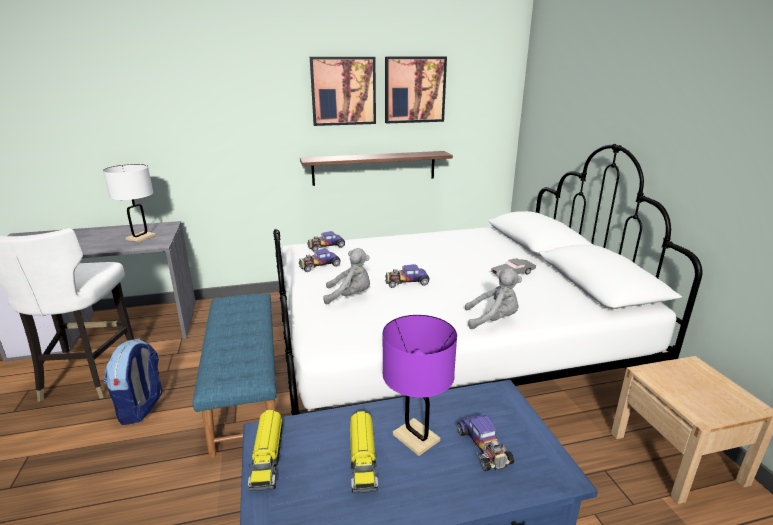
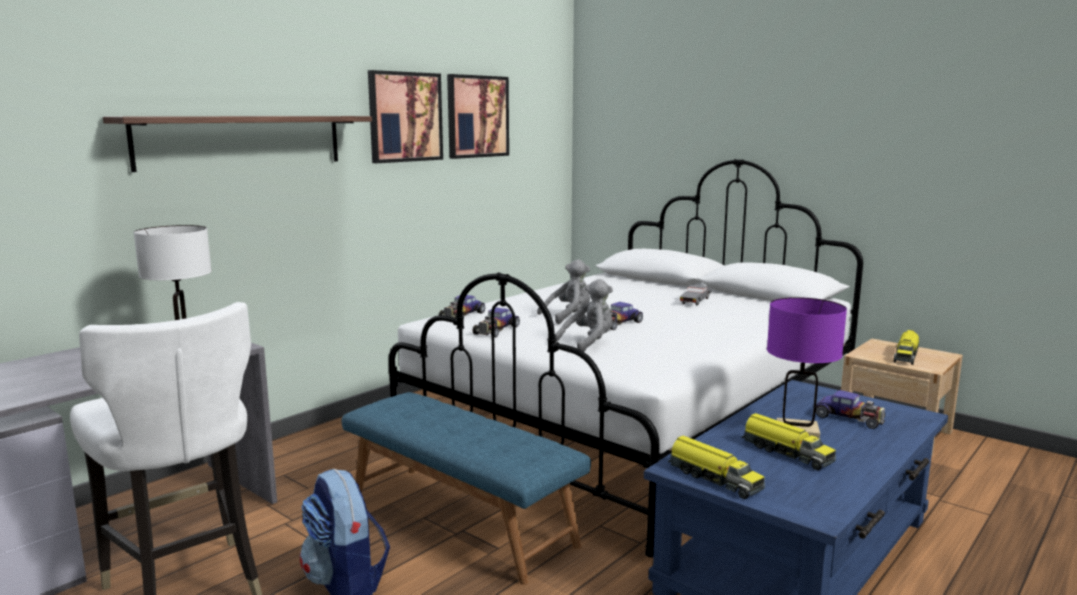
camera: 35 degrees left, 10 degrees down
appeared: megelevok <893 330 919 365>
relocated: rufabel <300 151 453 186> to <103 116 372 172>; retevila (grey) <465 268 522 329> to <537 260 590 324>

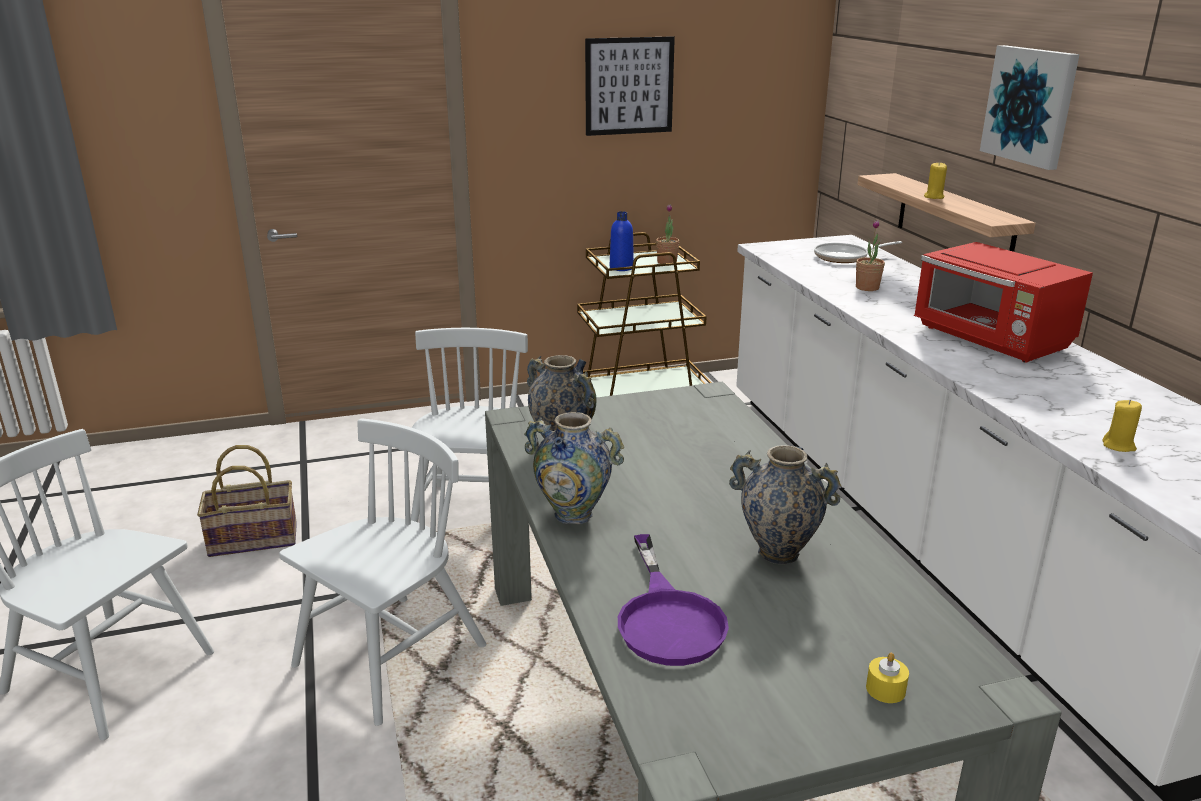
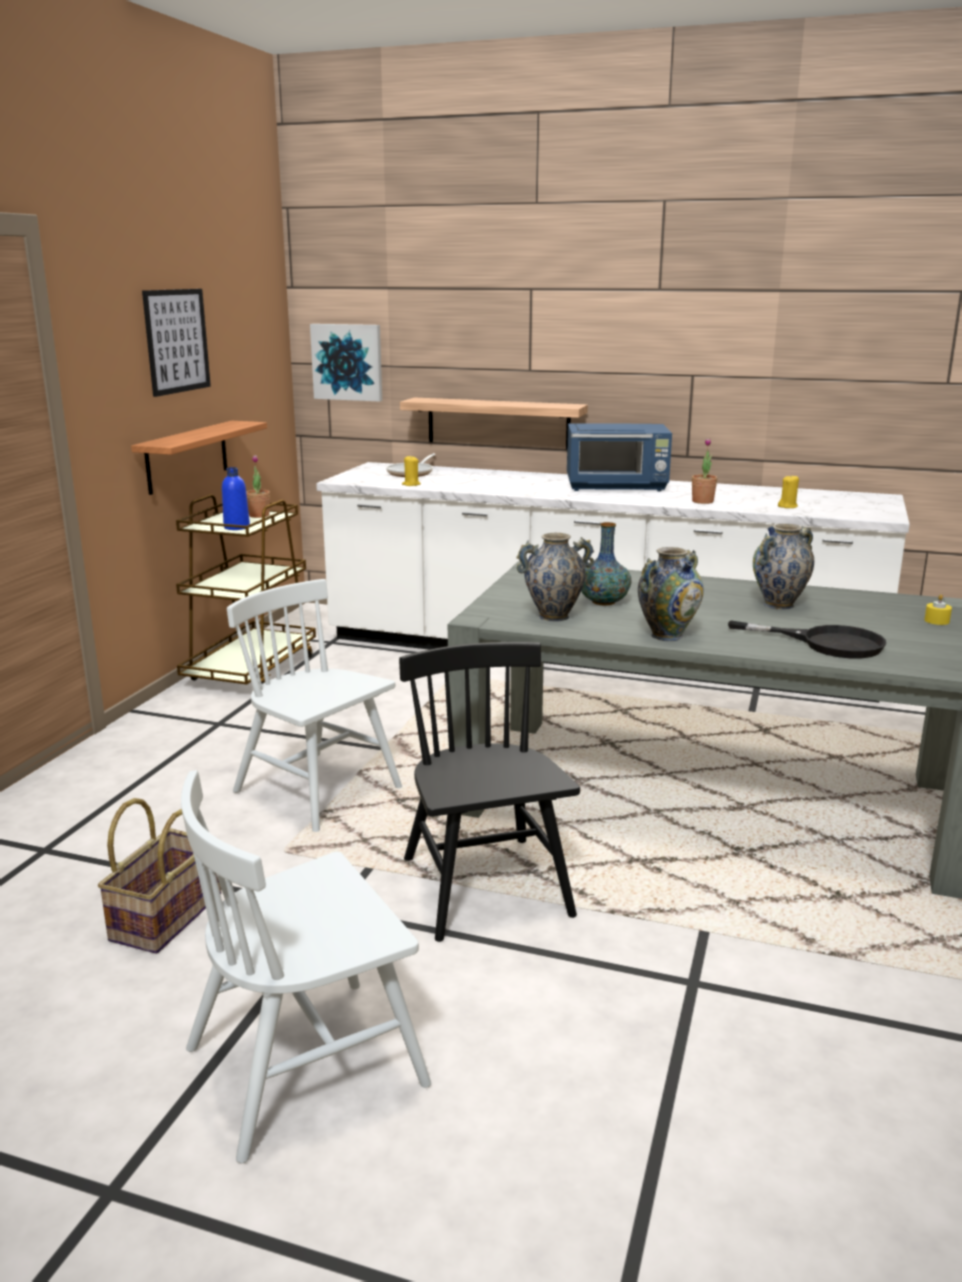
camera: 55 degrees left, 5 degrees down
appeared: rufabel <131 421 267 495>; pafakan <581 522 632 605>
relocated: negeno <980 45 1080 170> to <310 324 382 402>; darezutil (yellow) <924 162 947 199> to <402 456 421 486>; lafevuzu <856 220 885 291> to <692 438 717 504>
colour: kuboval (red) <914 242 1093 363> to kuboval (blue) <567 423 672 491>; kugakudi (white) <279 419 487 726> to kugakudi (black) <399 642 580 942>; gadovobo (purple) <618 534 729 666> to gadovobo (black) <728 620 886 658>

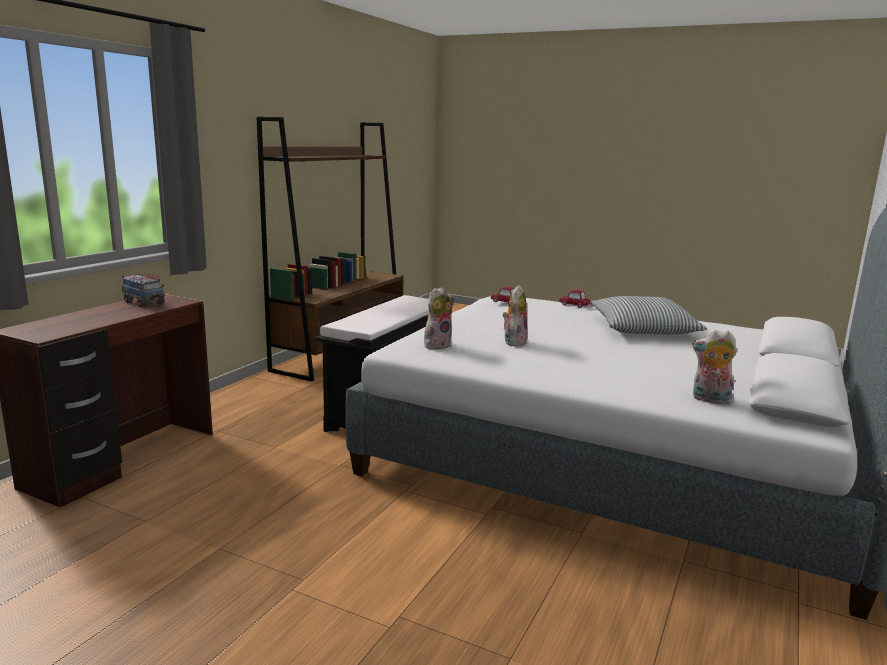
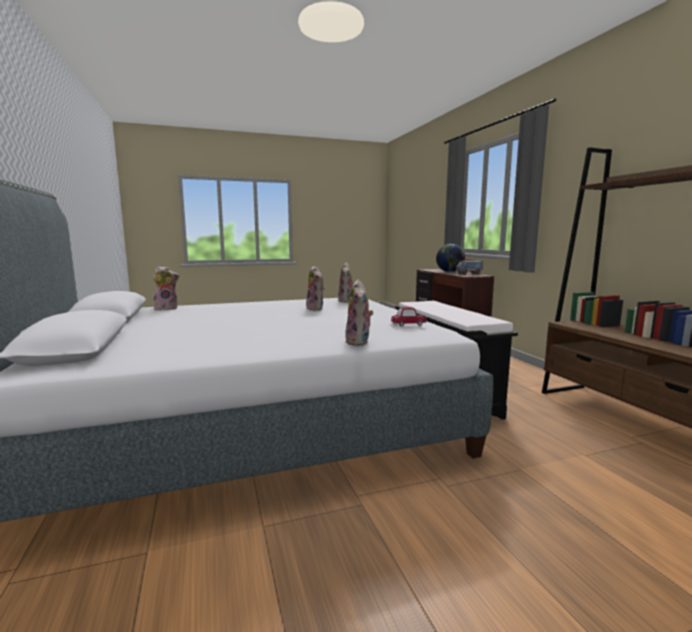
camera: 135 degrees right, 5 degrees down
missing: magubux <590 296 707 335>
appeared: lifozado <436 244 465 272>
exchanged: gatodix <559 290 591 308> to retevila <345 279 374 346>

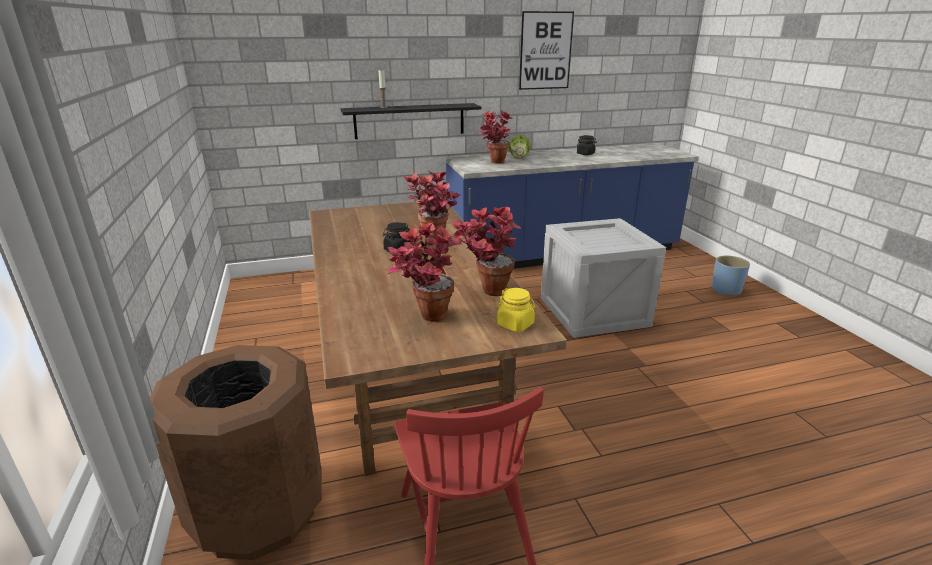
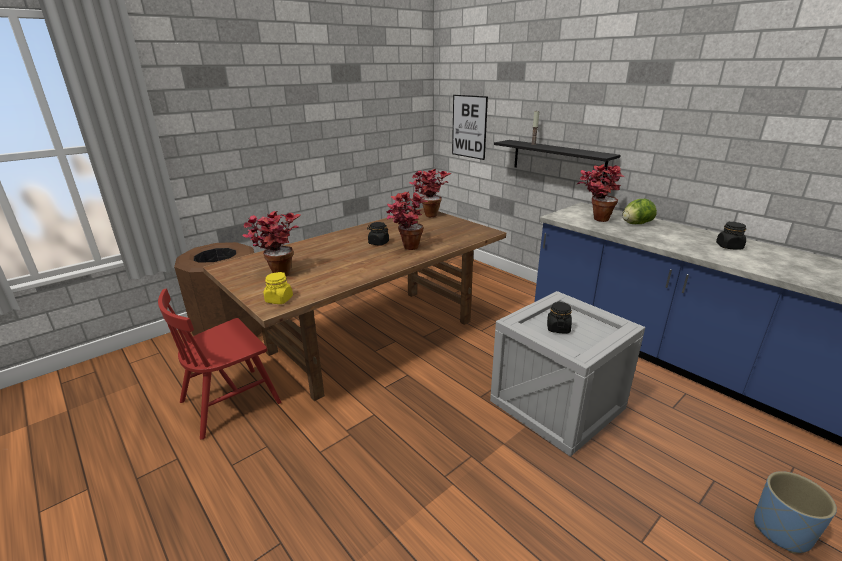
camera: 65 degrees right, 0 degrees up
appeared: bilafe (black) <547 302 572 333>
relocated: negeno <519 11 574 90> to <452 95 488 160>; lafevuzu <453 207 520 296> to <409 169 451 217>

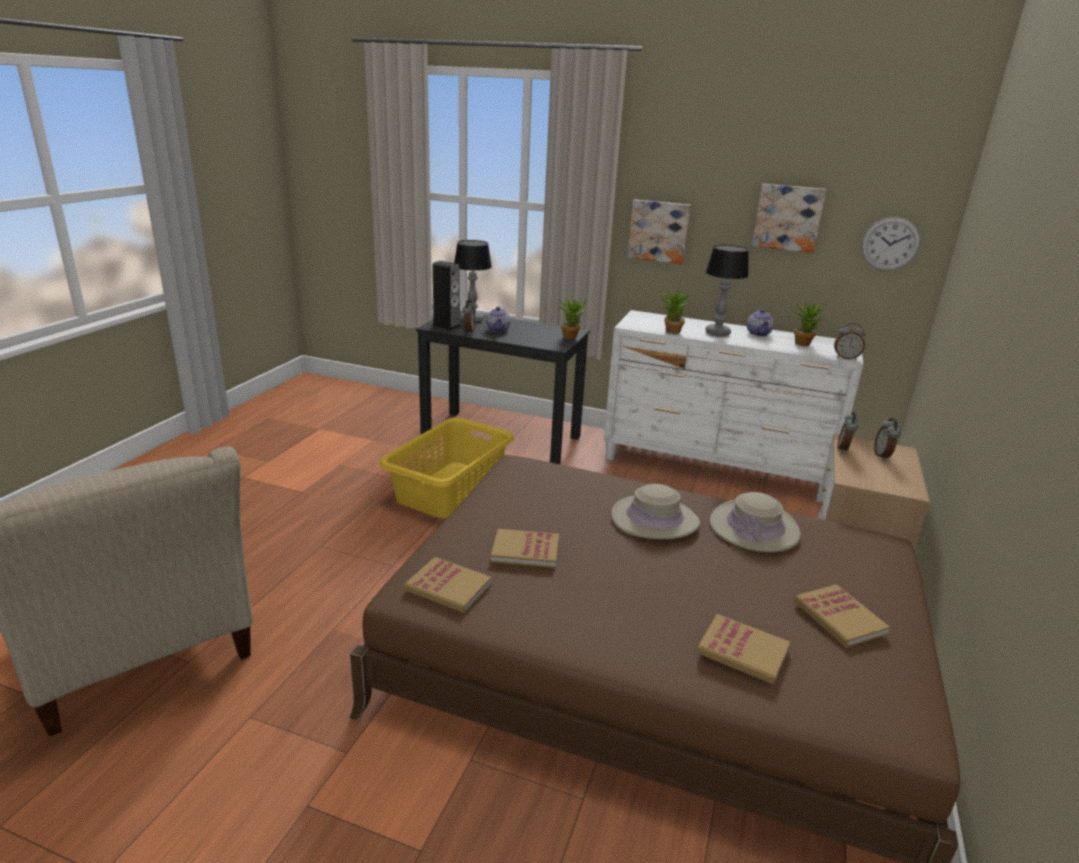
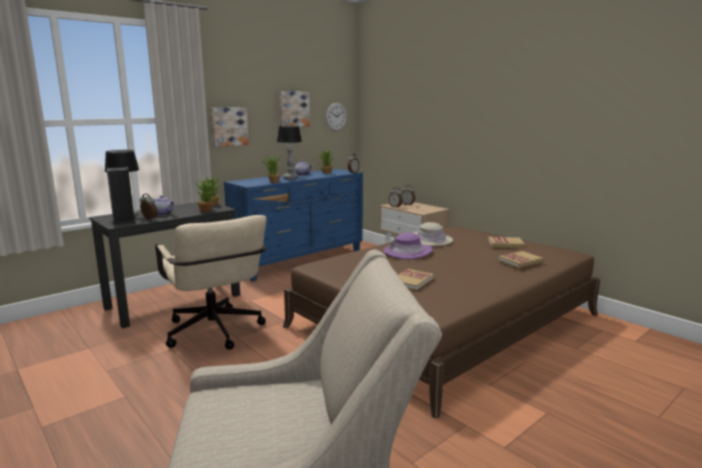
camera: 60 degrees left, 10 degrees down
missing: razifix <405 557 492 613>
appeared: lafevuzu <195 181 218 212>
exchanged: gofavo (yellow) <379 417 514 518> to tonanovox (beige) <155 215 266 350>
colour: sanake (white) <604 310 864 503> to sanake (blue) <224 169 363 281>; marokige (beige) <611 484 700 539> to marokige (purple) <383 233 433 260>

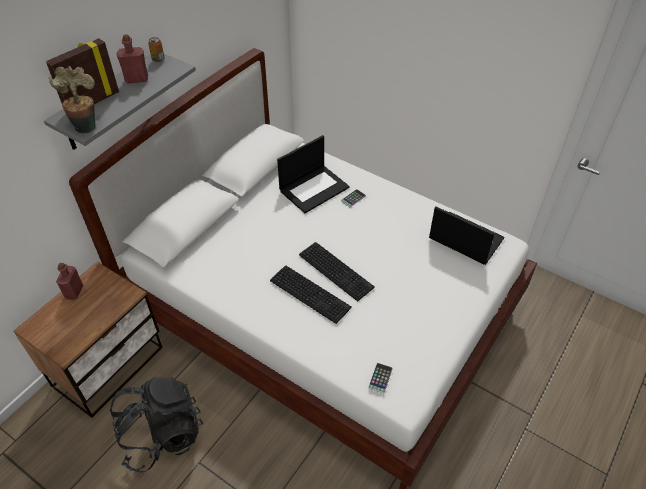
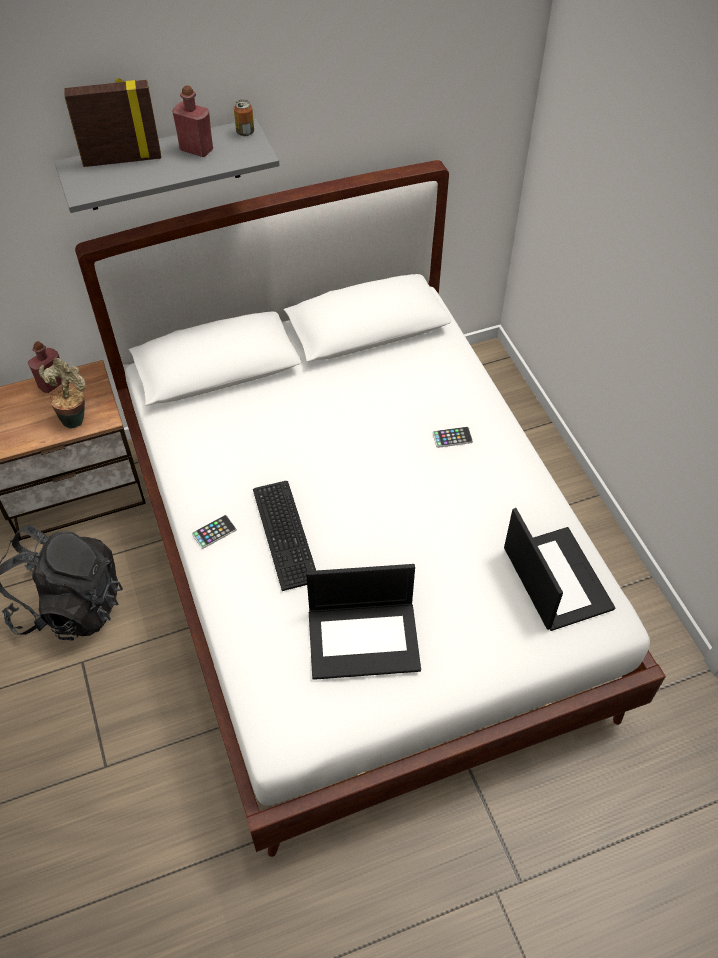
camera: 35 degrees right, 5 degrees up
missing: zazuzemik <299 242 375 302>
relocated: lafevuzu <49 66 95 134> to <39 358 86 429>; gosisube <277 135 349 213> to <306 564 421 680>; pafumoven <368 363 393 393> to <192 515 237 549>

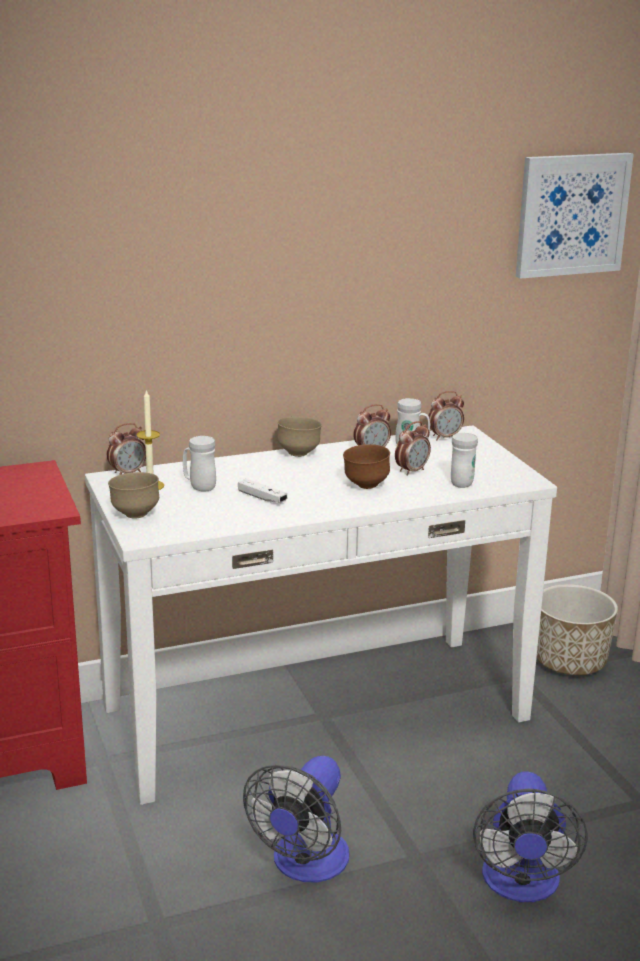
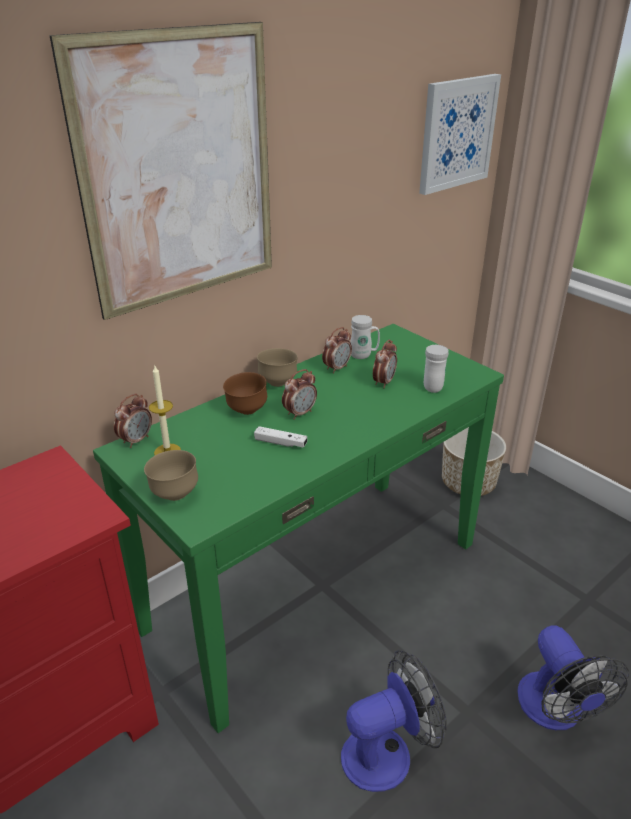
camera: 20 degrees left, 10 degrees up
missing: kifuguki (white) <183 436 216 492>
appeared: negeno <50 22 272 320>
relocated: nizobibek <427 391 464 440> to <282 369 317 420>; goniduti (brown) <343 444 390 489> to <223 372 267 415>
colour: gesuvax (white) <85 425 557 805> to gesuvax (green) <93 324 504 733>
spun: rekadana <243 756 349 882> = <341 650 447 792> 120 degrees counterclockwise

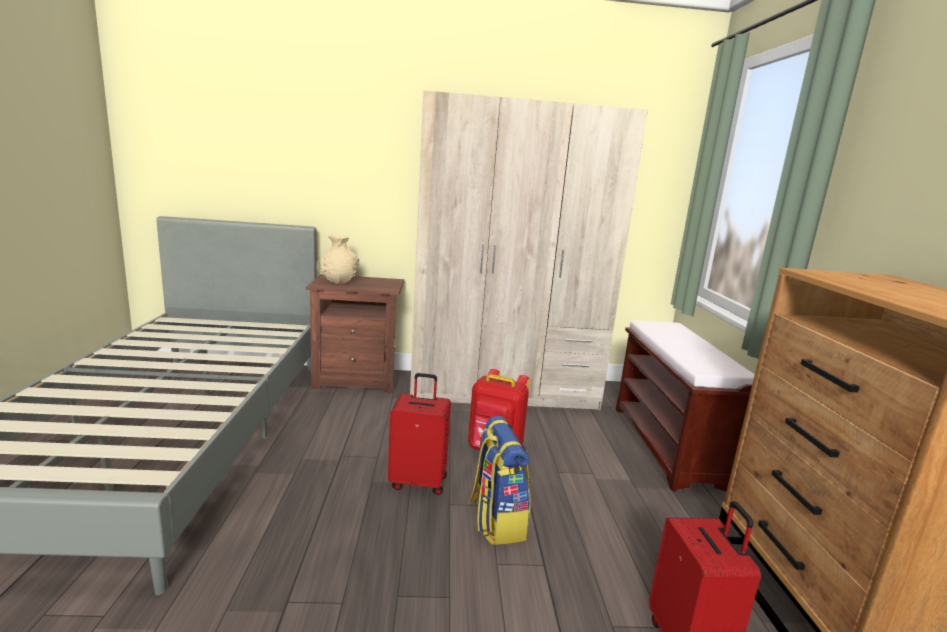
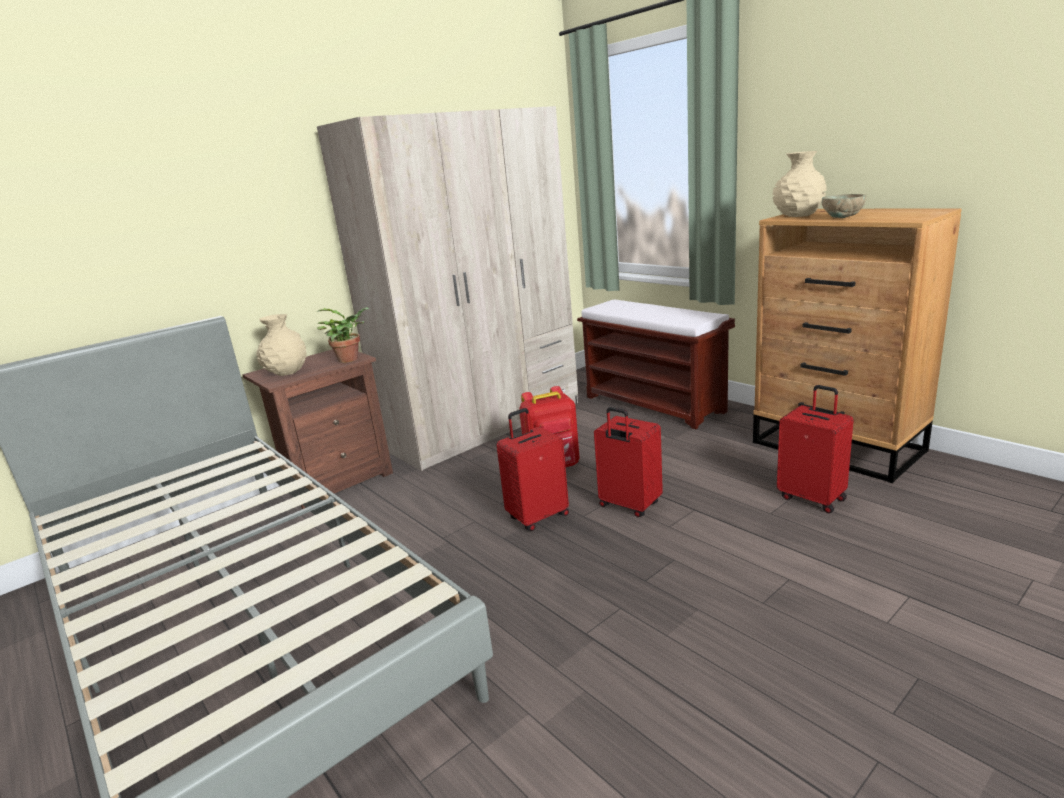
camera: 35 degrees left, 5 degrees up
appeared: pafakan (beige) <772 151 827 217>; goniduti (beige) <822 194 866 218>; lafevuzu <317 307 369 363>
exchanged: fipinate <468 416 531 545> to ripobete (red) <594 407 663 517>

